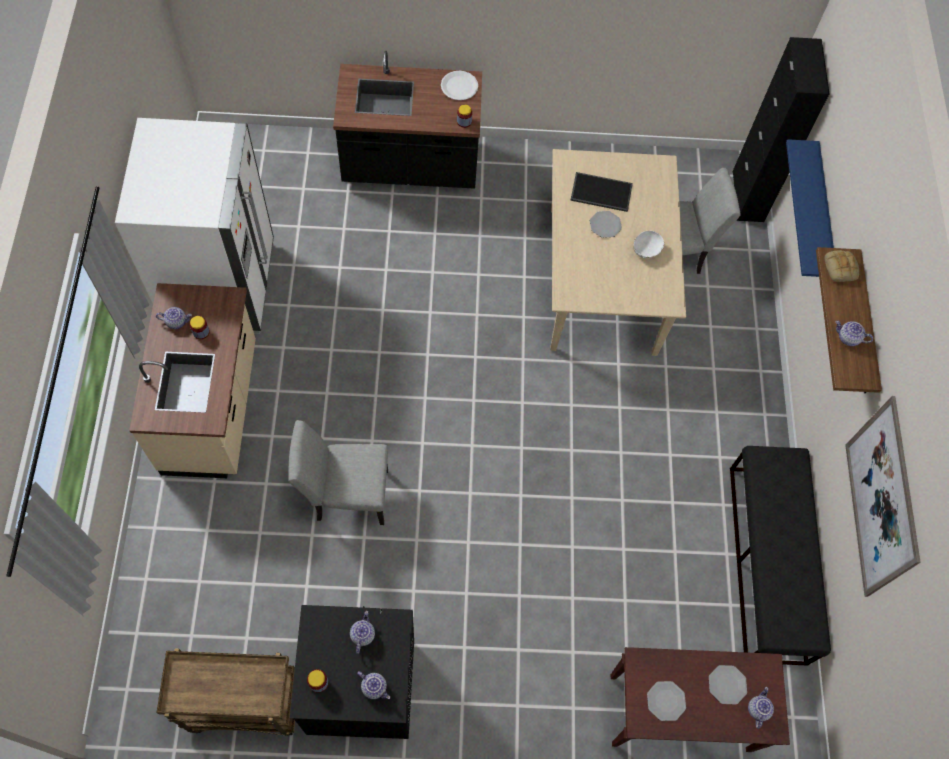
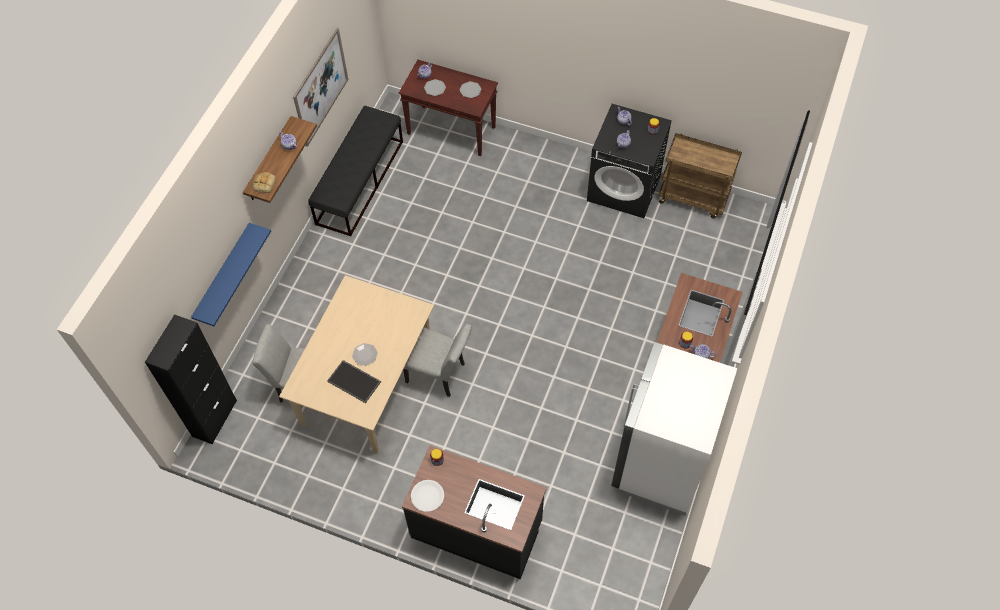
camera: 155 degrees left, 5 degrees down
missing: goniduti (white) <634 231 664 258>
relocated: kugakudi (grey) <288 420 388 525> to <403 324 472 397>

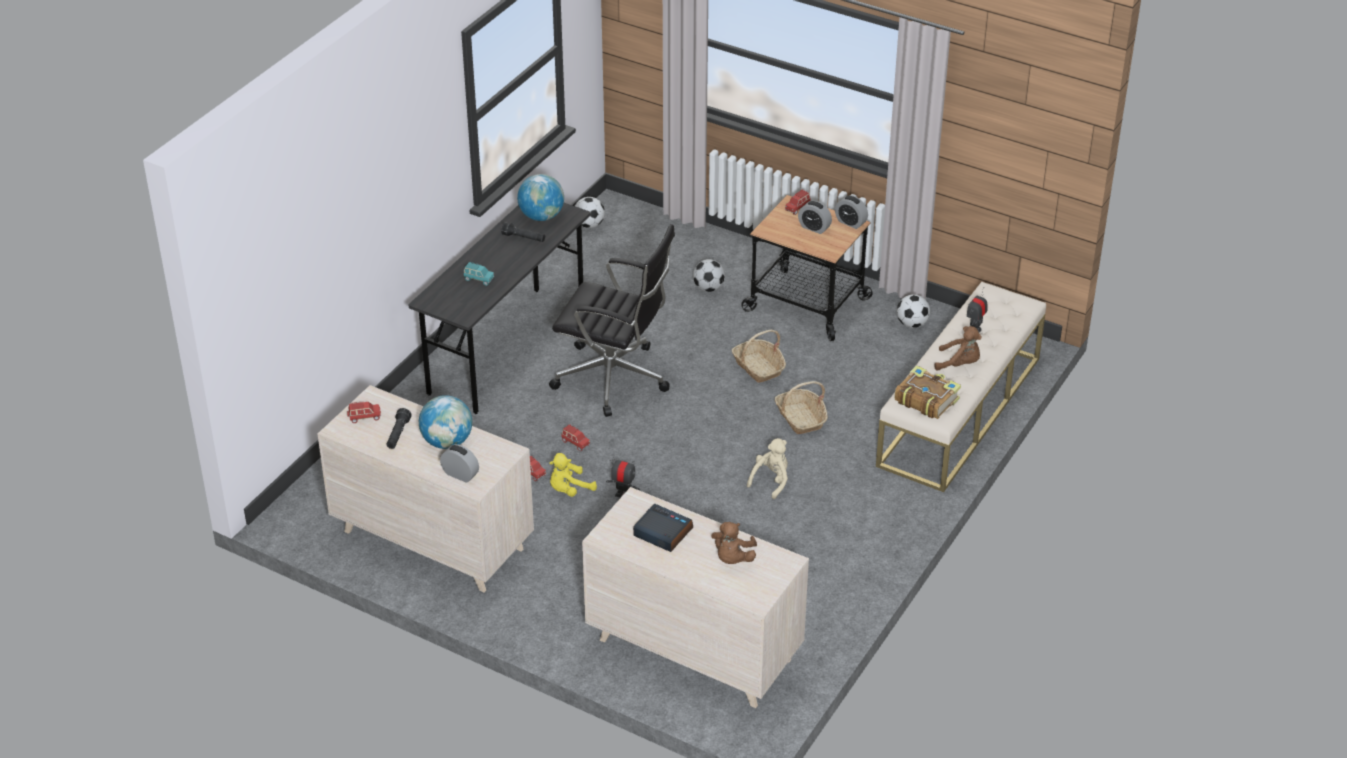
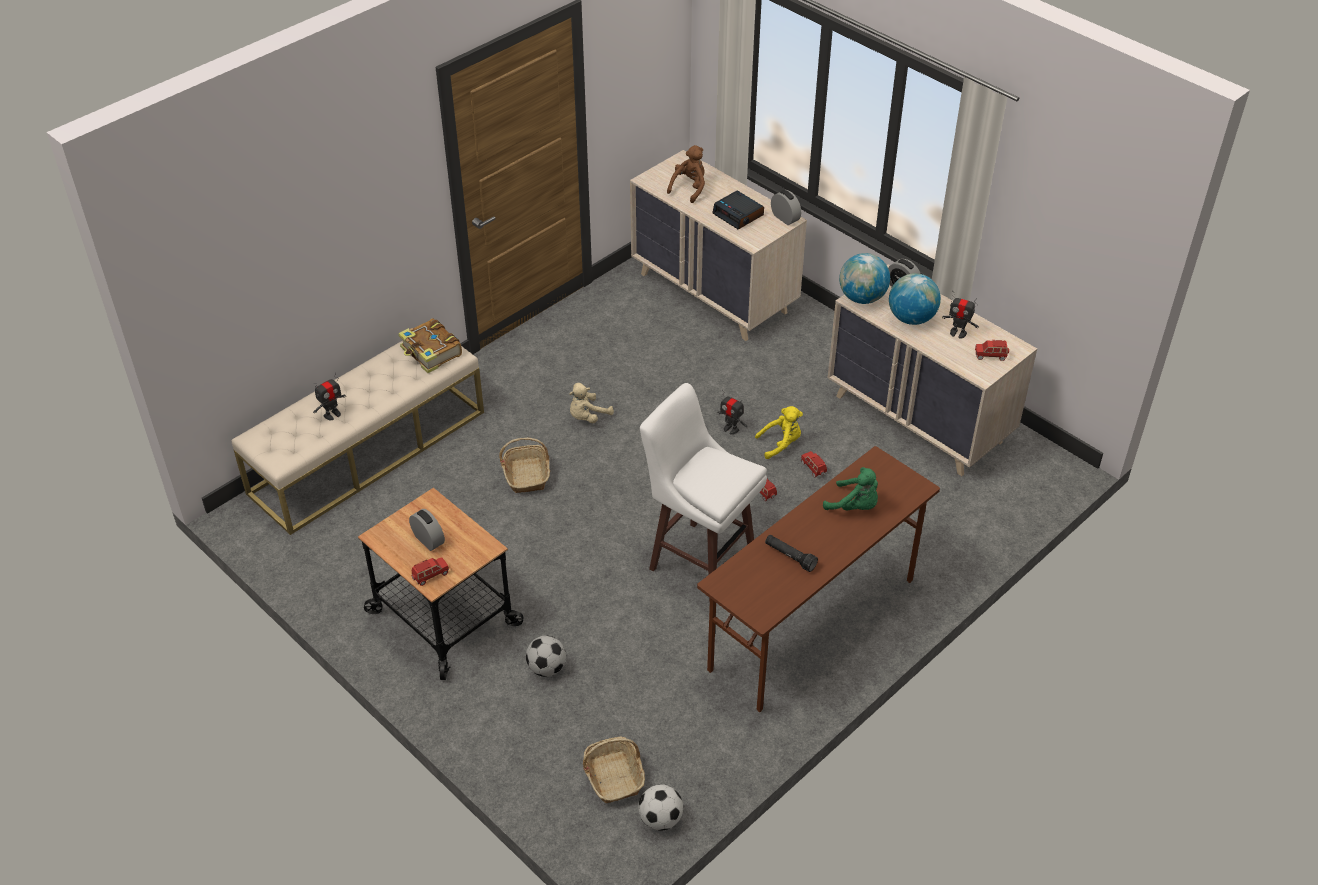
camera: 165 degrees left, 5 degrees up
missing: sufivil <897 294 930 328>; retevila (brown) <934 326 982 371>
relocated: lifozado <517 174 564 221> to <839 253 890 304>; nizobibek <835 195 868 229> to <771 190 801 225>; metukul <732 330 786 383> to <583 736 645 803>
exchanged: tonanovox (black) <549 224 675 417> to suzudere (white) <640 383 767 602>; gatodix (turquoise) <464 262 494 286> to retevila (green) <823 467 878 510>; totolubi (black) <386 408 412 449> to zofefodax <942 291 979 338>
colour: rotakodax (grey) <409 203 591 414> to rotakodax (brown) <697 446 940 712>

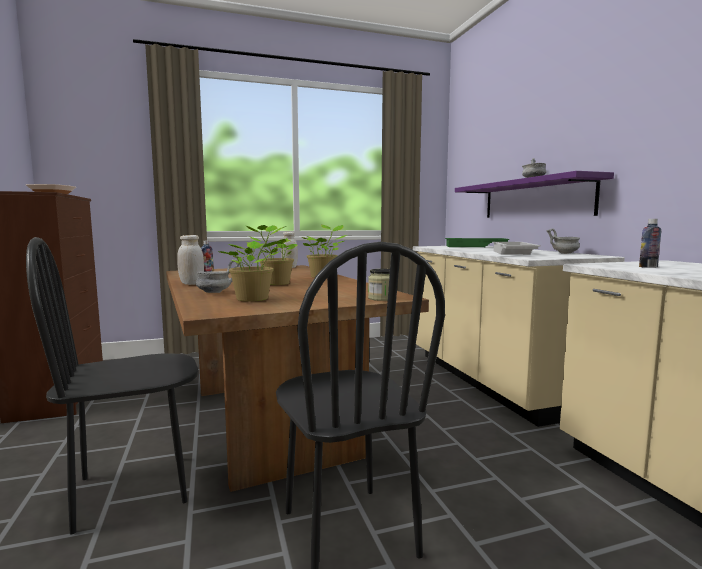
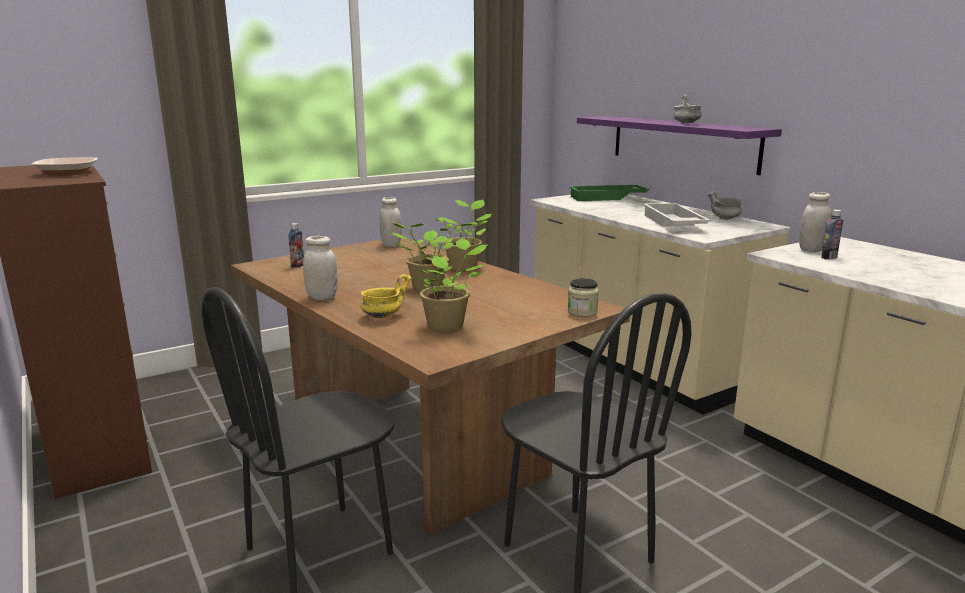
camera: 15 degrees left, 10 degrees up
appeared: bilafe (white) <799 192 831 252>
colour: goniduti (grey) <196 259 241 293> to goniduti (yellow) <361 274 412 318>

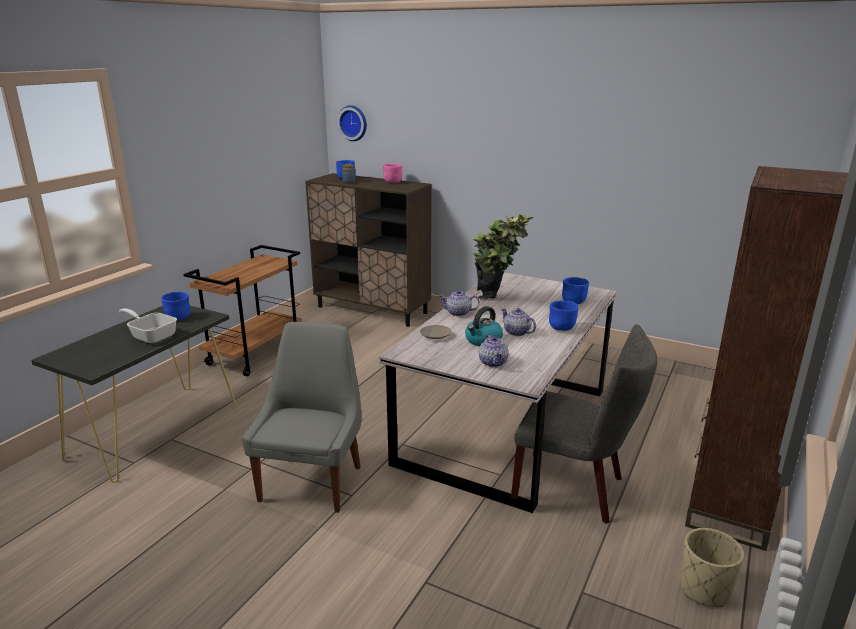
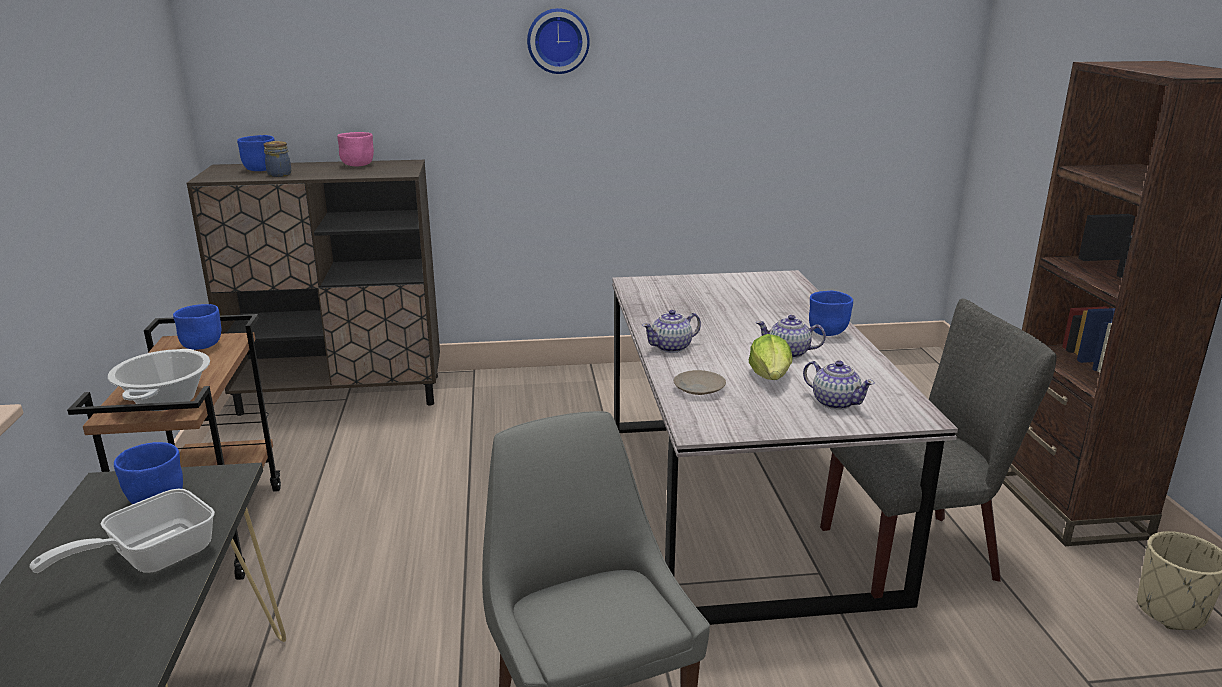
camera: 35 degrees left, 0 degrees up
missing: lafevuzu <473 214 533 299>
appeared: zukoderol <108 349 210 411>
relocated: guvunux <337 105 367 141> to <527 8 590 74>; goniduti (blue) <562 277 589 304> to <173 304 221 350>
exchanged: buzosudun <465 306 503 346> to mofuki <749 334 793 380>
spun: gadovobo <119 308 177 344> = <30 489 215 573> 45 degrees counterclockwise

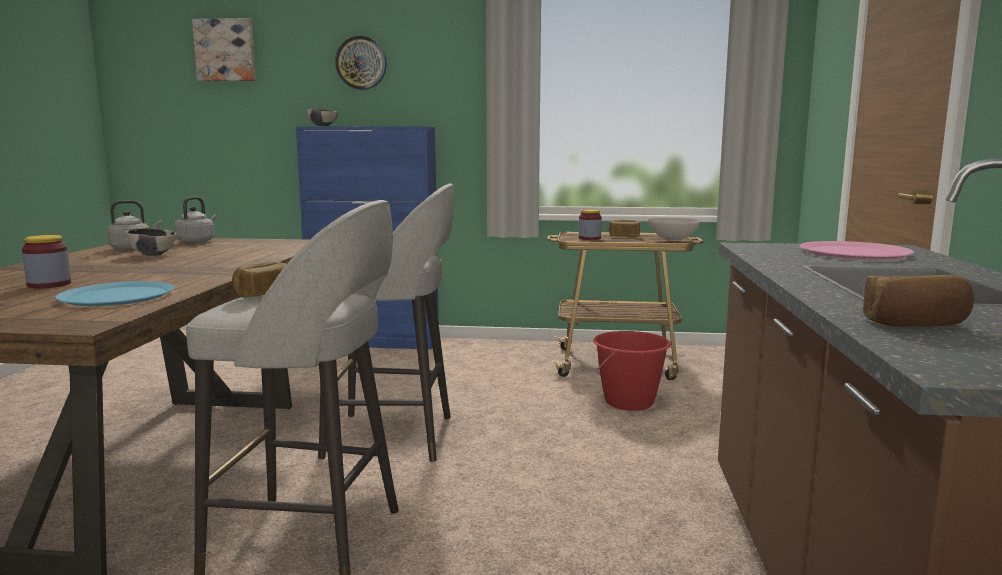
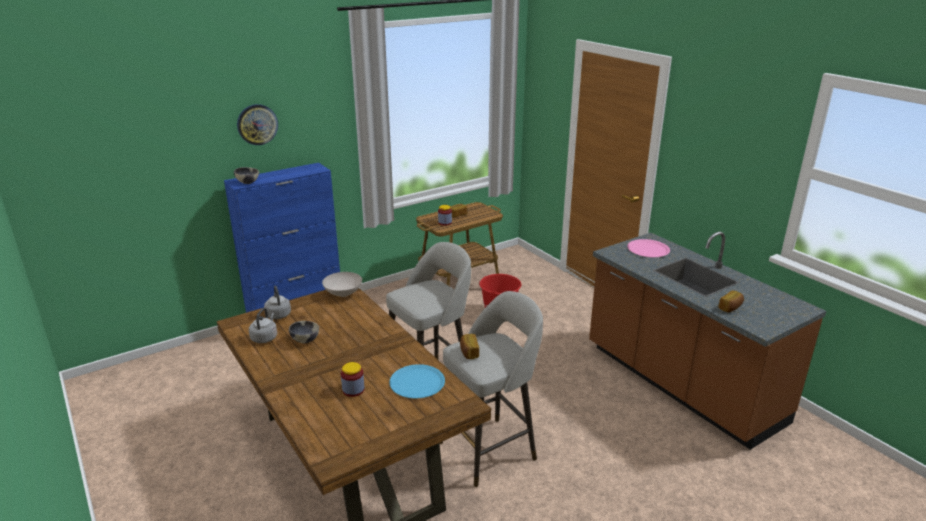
camera: 40 degrees left, 15 degrees up
missing: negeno <192 18 256 81>
relocated: goniduti (white) <648 218 701 241> to <322 272 362 297>

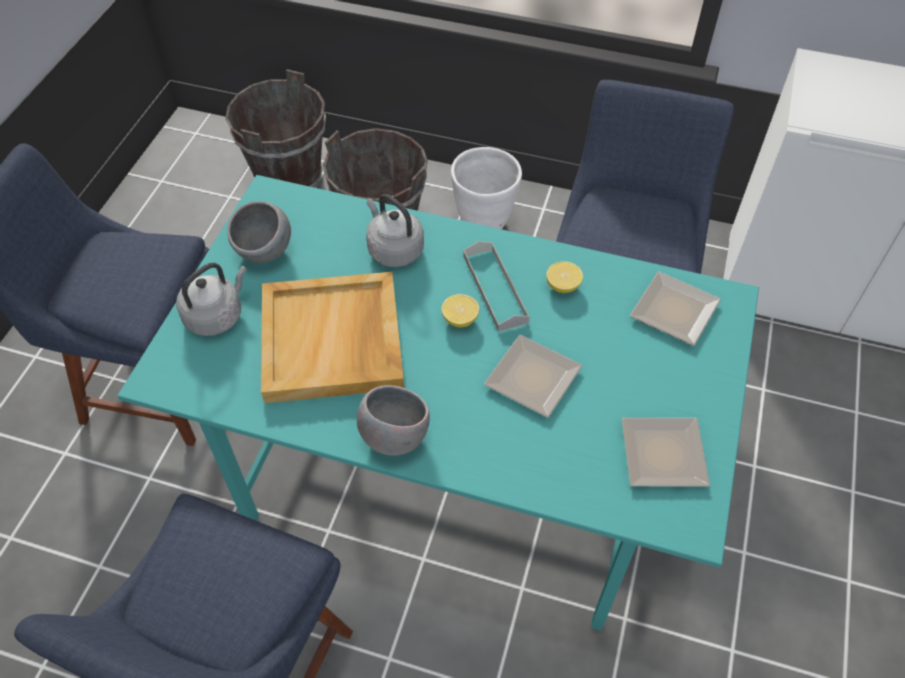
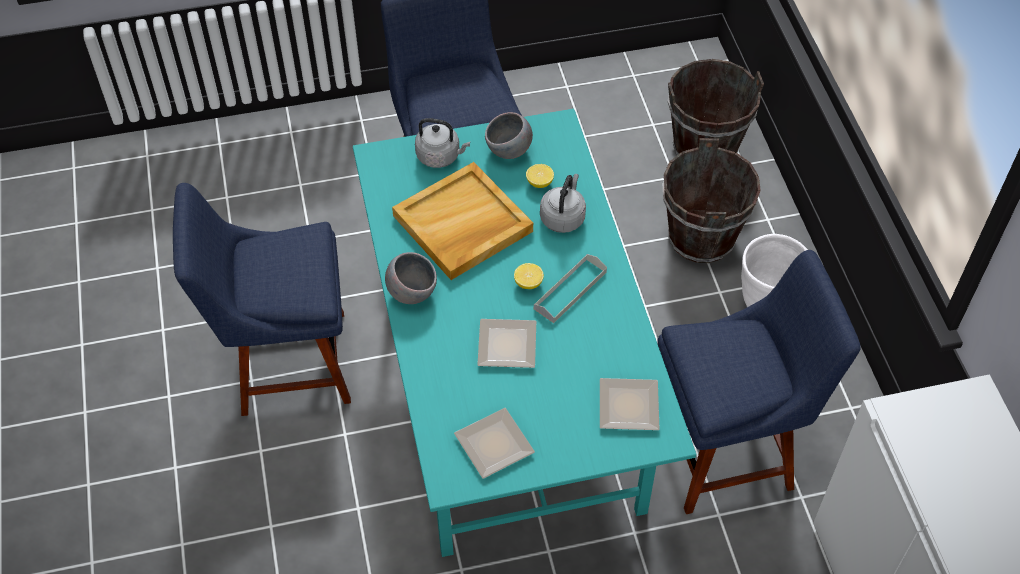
camera: 60 degrees right, 0 degrees up
relocated: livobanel <546 261 583 293> to <526 164 554 188>

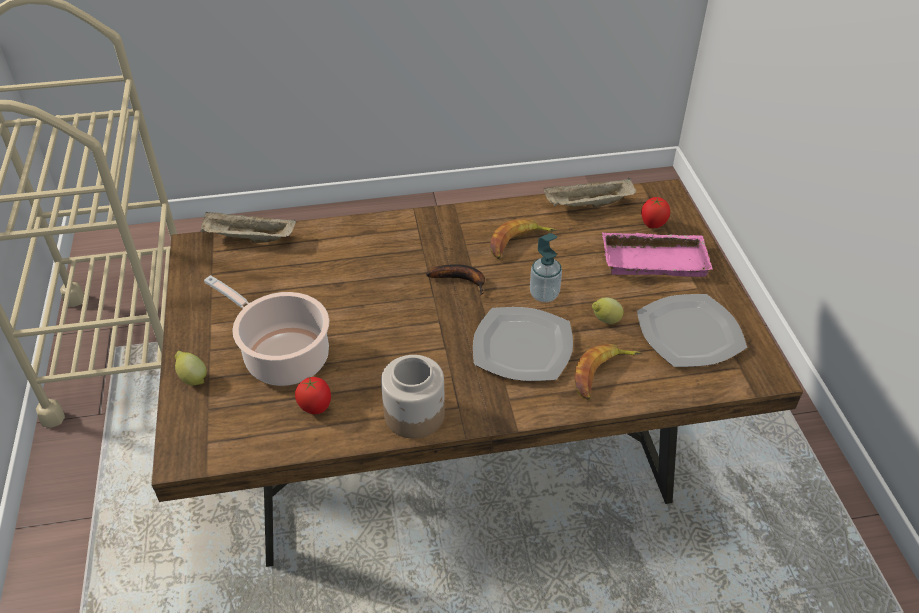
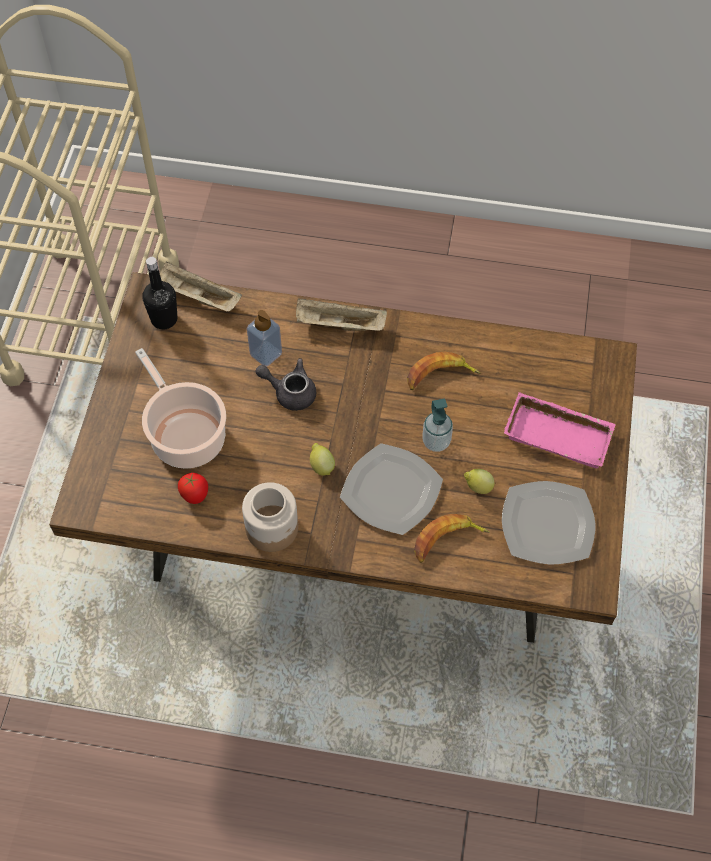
camera: 20 degrees right, 15 degrees up
missing: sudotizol <641 197 670 228>; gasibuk <426 264 485 295>
appeared: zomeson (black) <142 257 177 330>; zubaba <247 310 282 367>; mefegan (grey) <256 358 316 411>
relocated: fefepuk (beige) <543 178 636 208> to <296 298 387 331>; livobanel <175 351 207 386> to <310 443 335 476>

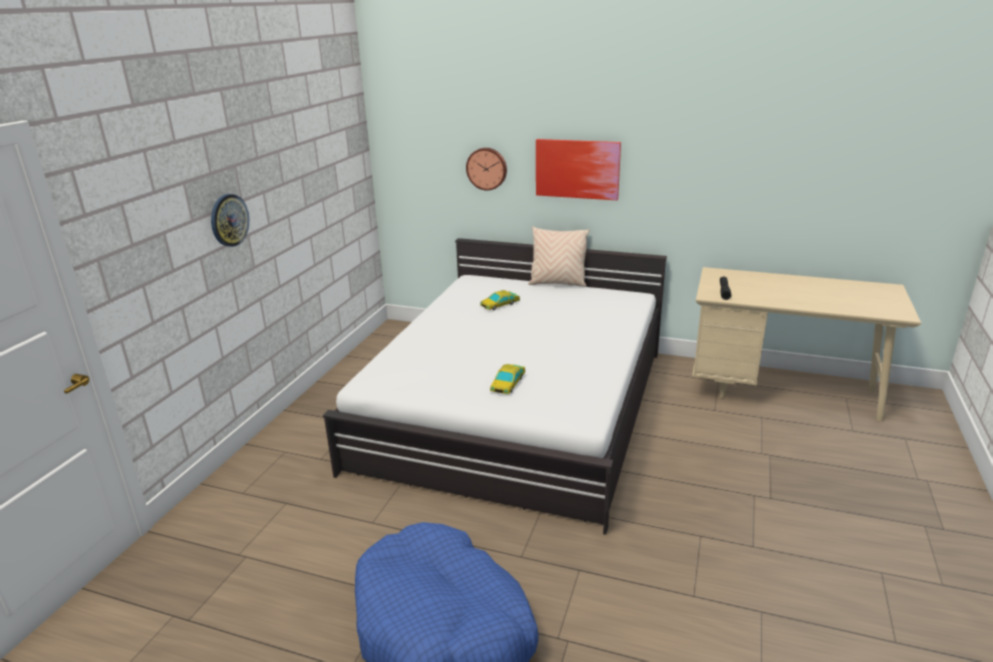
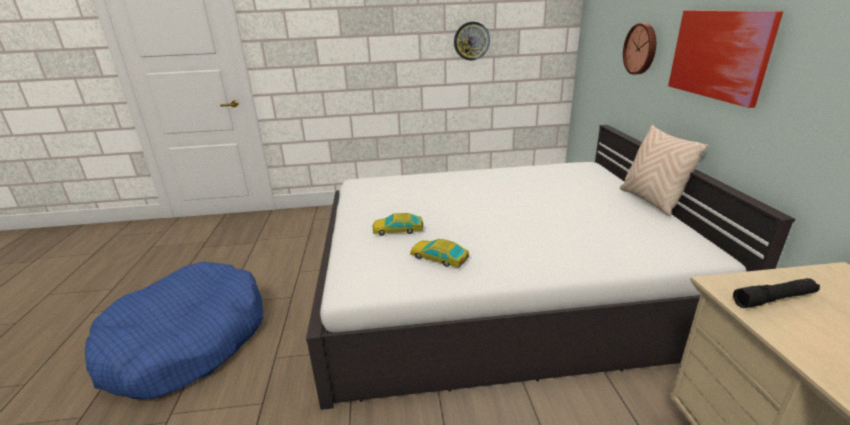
camera: 65 degrees right, 0 degrees up
relocated: guvunux <211 194 249 247> to <454 22 490 61>; gatodix <480 290 520 310> to <410 239 469 268>

